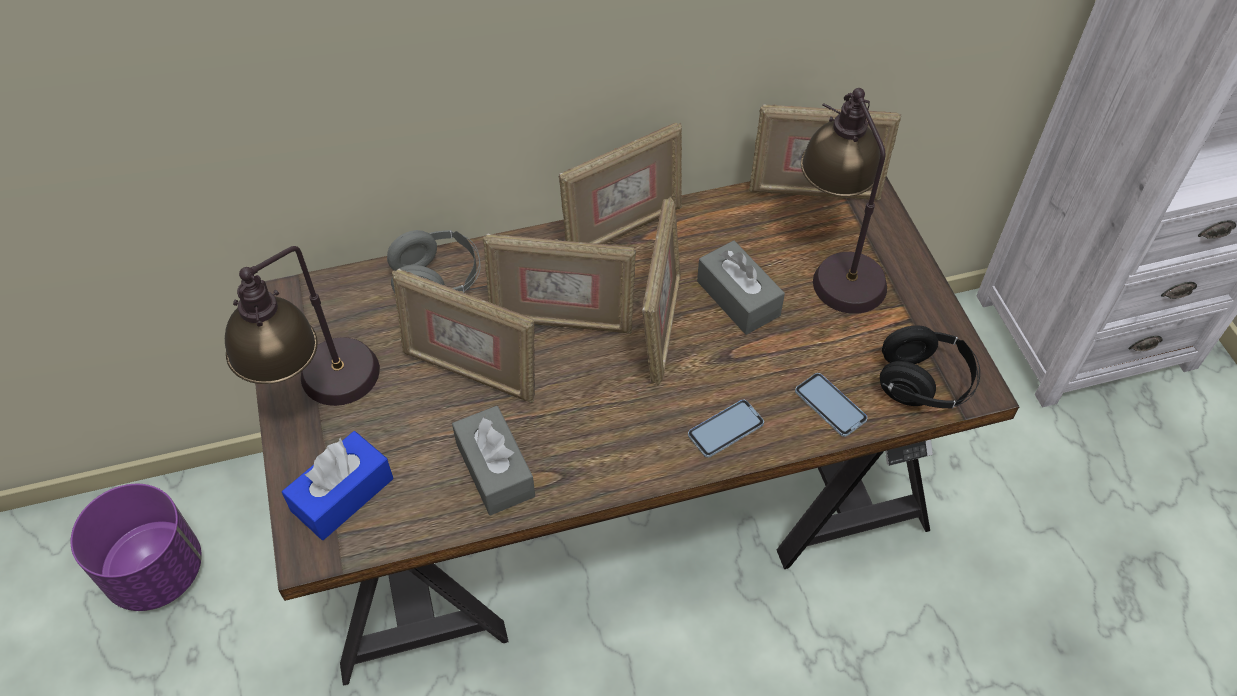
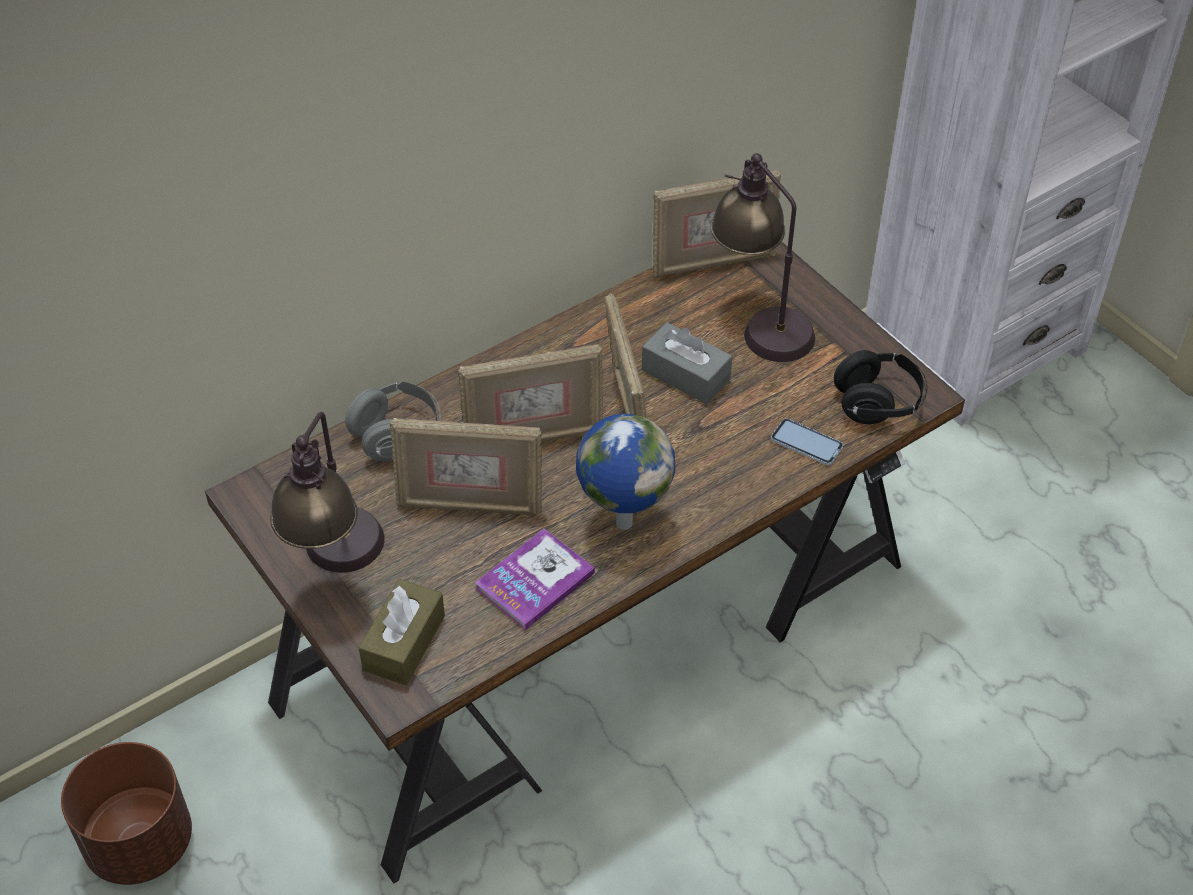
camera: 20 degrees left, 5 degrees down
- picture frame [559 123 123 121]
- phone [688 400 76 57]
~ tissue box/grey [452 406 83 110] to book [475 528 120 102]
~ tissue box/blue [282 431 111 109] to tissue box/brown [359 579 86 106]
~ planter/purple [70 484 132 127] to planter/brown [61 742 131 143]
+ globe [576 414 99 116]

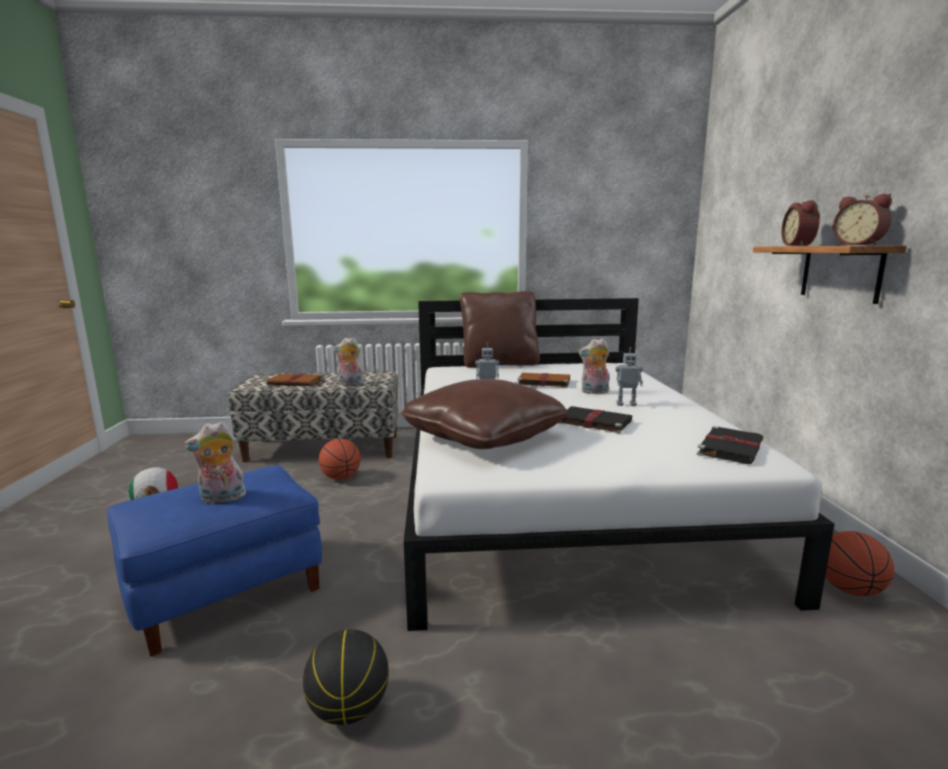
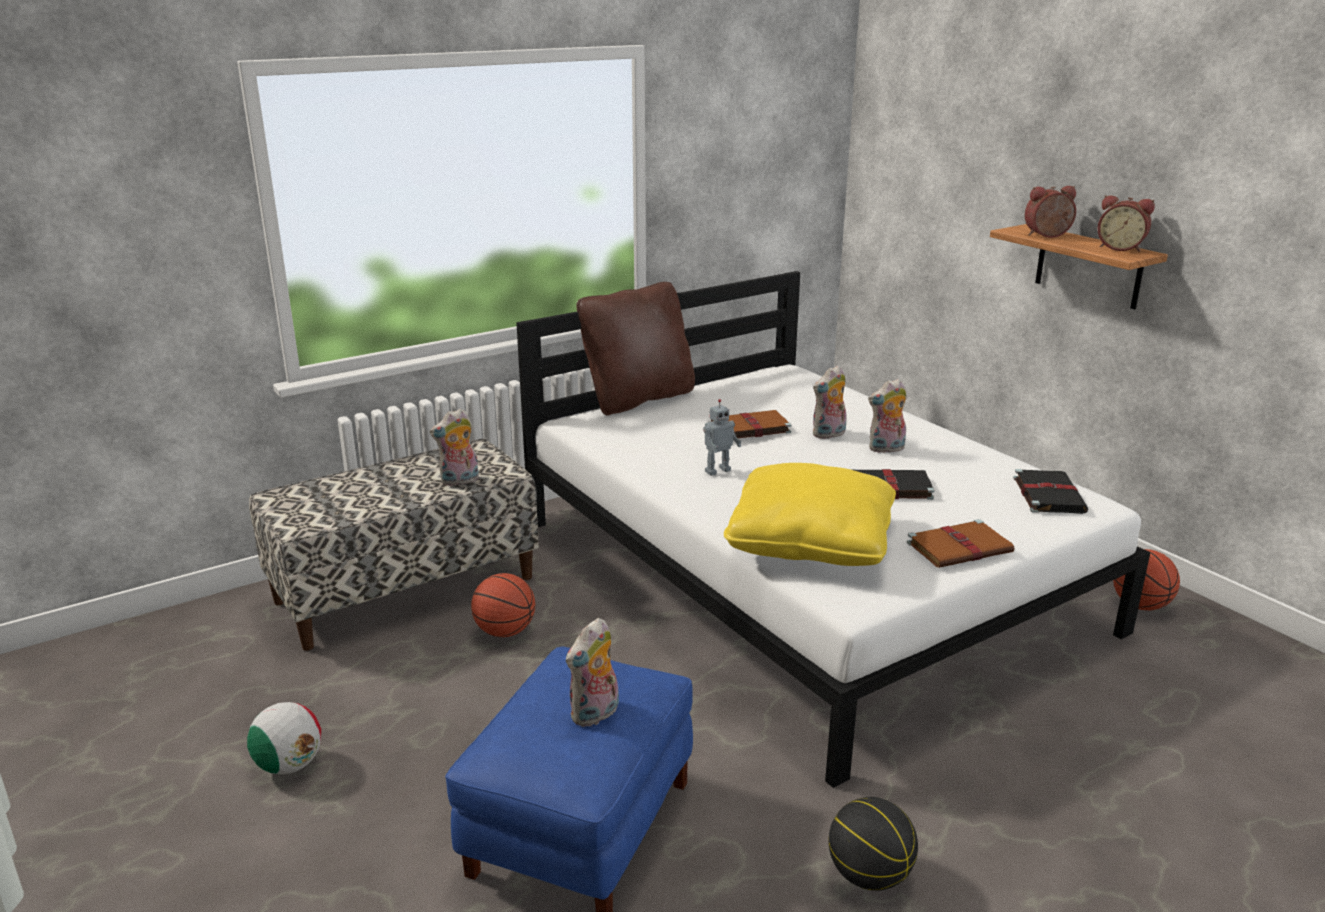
camera: 30 degrees left, 10 degrees up
~ alarm clock [781 200 39 46] = [1025 186 51 52] 105 degrees clockwise
~ toy robot [616 347 27 59] to plush toy [868 379 39 74]
~ book/brown [267 373 57 13] to [907 519 107 49]
~ pillow/brown [401 379 167 70] to pillow/yellow [724 463 172 103]

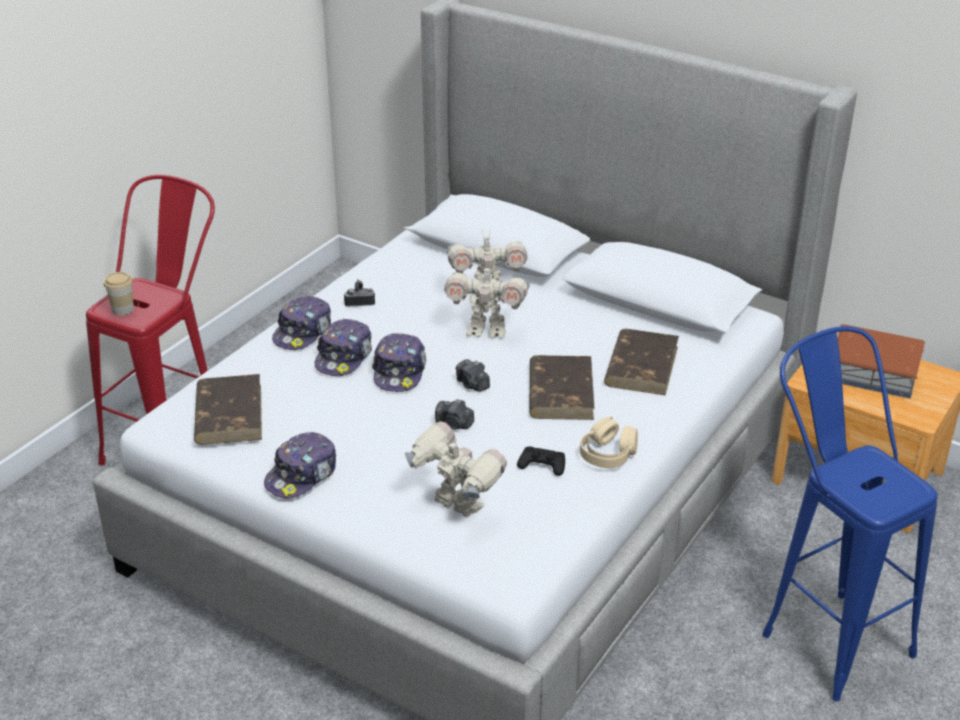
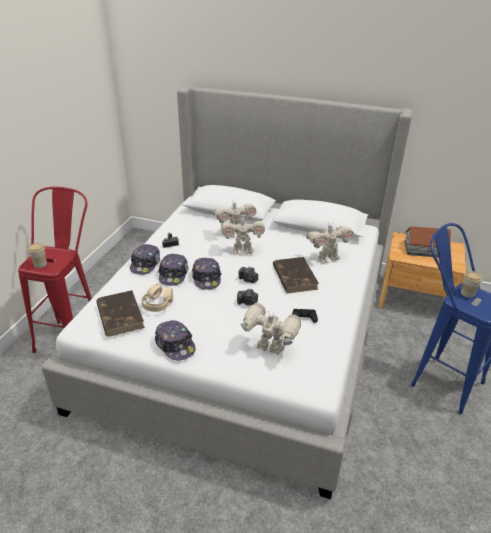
camera: 15 degrees left, 0 degrees up
~ book/brown [604 329 75 67] to toy robot [306 223 48 40]
~ headphones/beige [580 416 58 52] to [141 283 32 29]
~ cap [264 432 72 67] = [155 320 41 41] 60 degrees counterclockwise
+ cup [461 271 21 27]

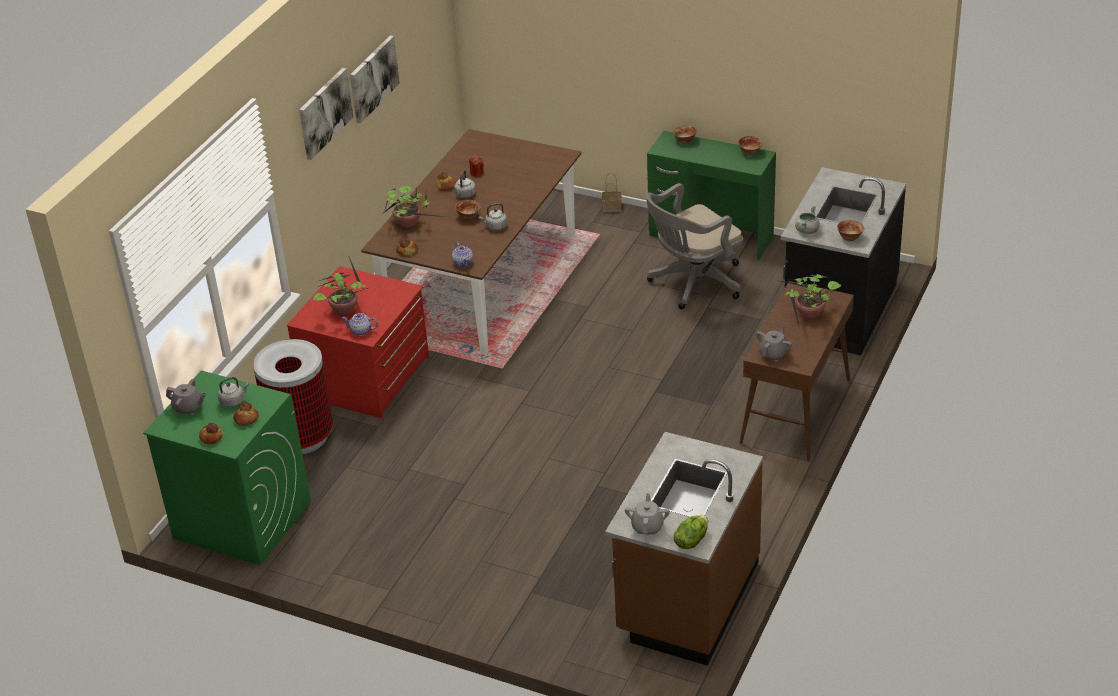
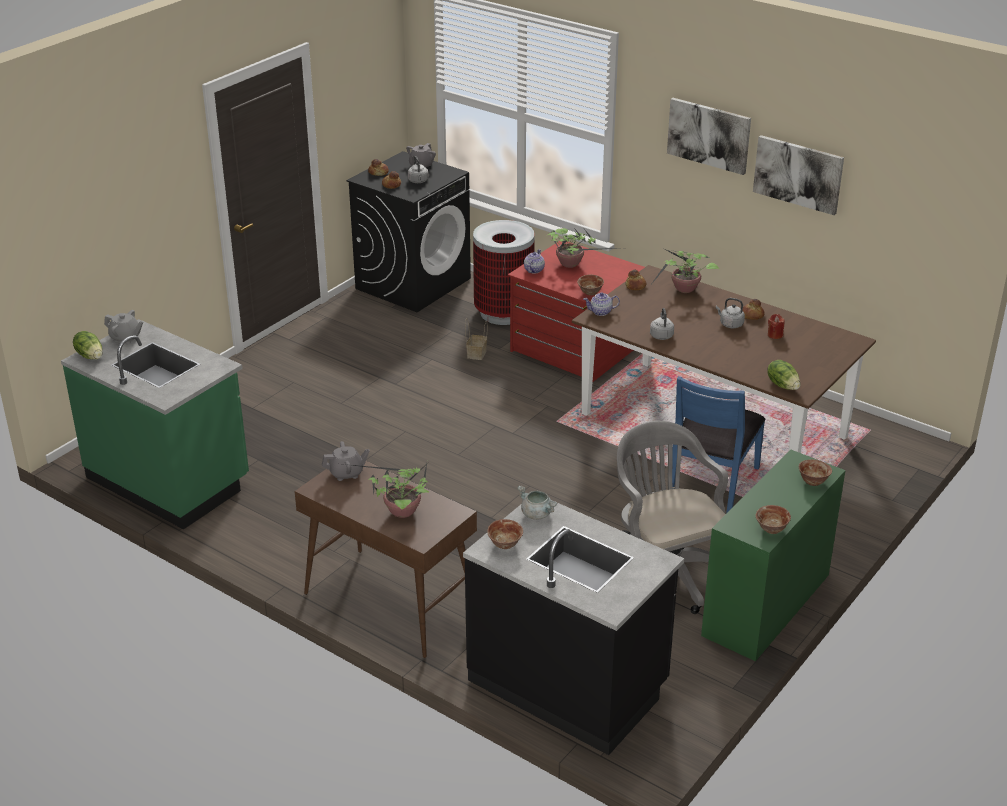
camera: 100 degrees right, 5 degrees down
~ basket [601 172 21 40] to [465 318 22 42]
~ bowl [455 200 26 20] to [577 275 27 21]
~ teapot/grey [756 326 36 36] = [322 441 48 40] 60 degrees counterclockwise
~ washing machine/green [143 370 168 195] to washing machine/black [346 151 125 161]
~ counter/brown [605 432 158 233] to counter/green [61 319 188 211]
+ lettuce [767 360 33 30]
+ chair/blue [672 376 93 138]

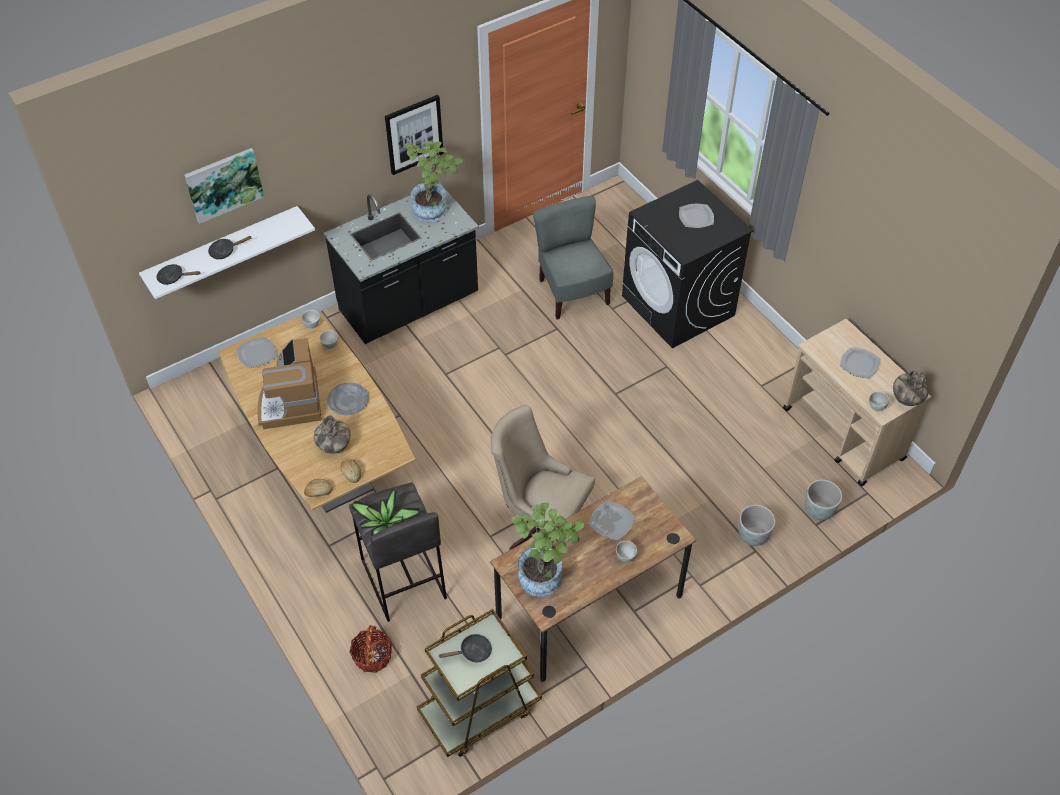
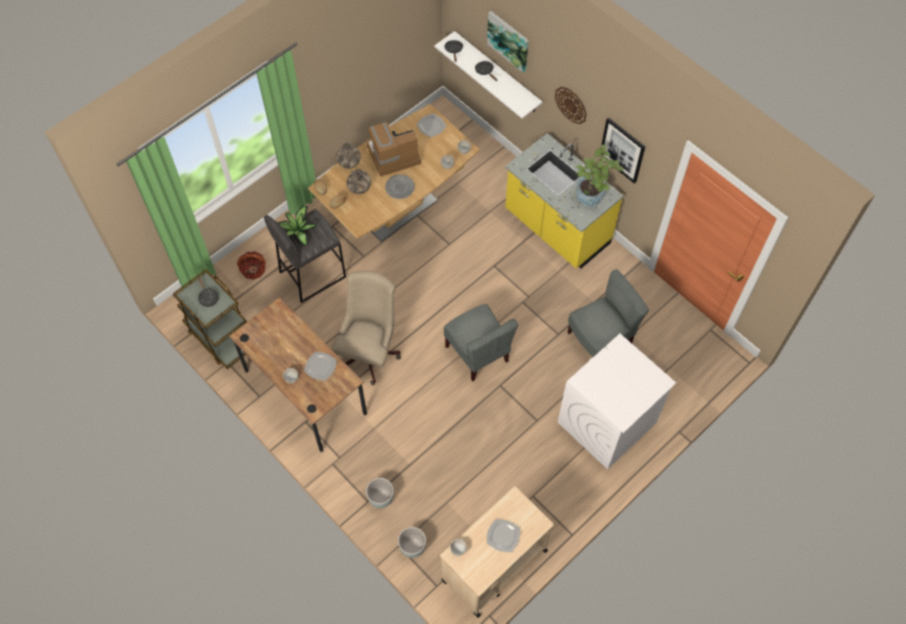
camera: 80 degrees right, 10 degrees up
~ washing machine/black [622 180 131 168] to washing machine/white [558 333 118 136]
~ counter/black [324 183 155 161] to counter/yellow [505 133 119 135]
- plate [679 204 35 24]
~ vase [893 371 35 35] to [336 143 25 26]
- potted plant [511 503 73 94]
+ wall clock [555 87 32 37]
+ chair/grey [444 304 74 77]

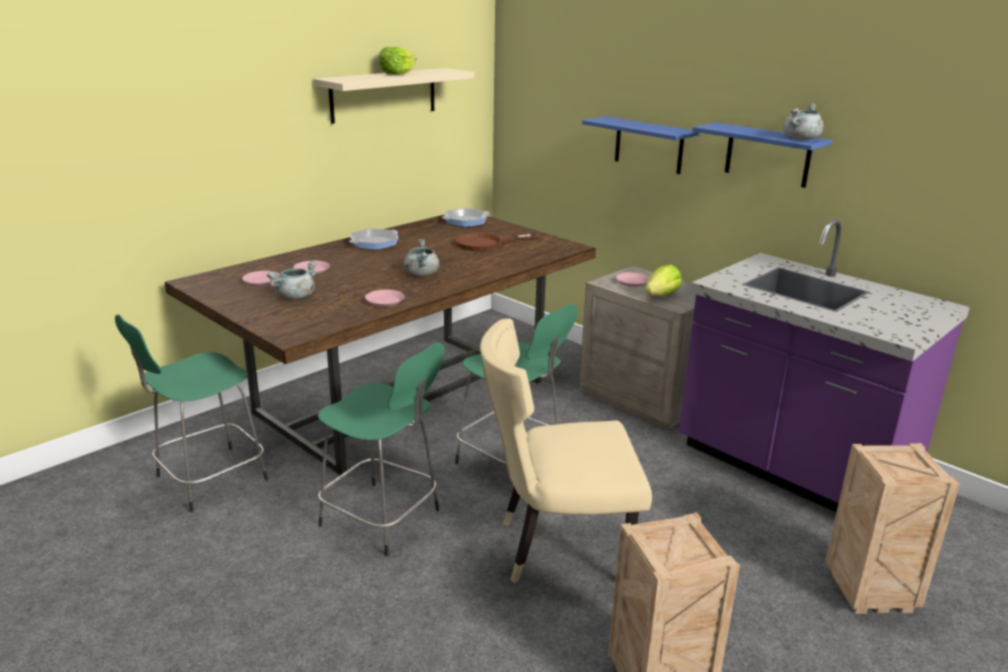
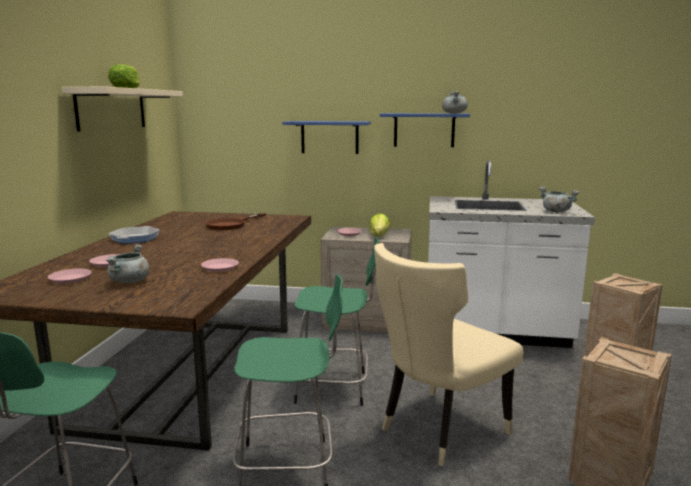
camera: 35 degrees left, 10 degrees down
- frying pan [442 208 48 19]
~ counter/purple [679 219 291 294] to counter/white [428 160 167 188]
~ cooking pot/grey [404 239 35 37] to [539 186 41 26]

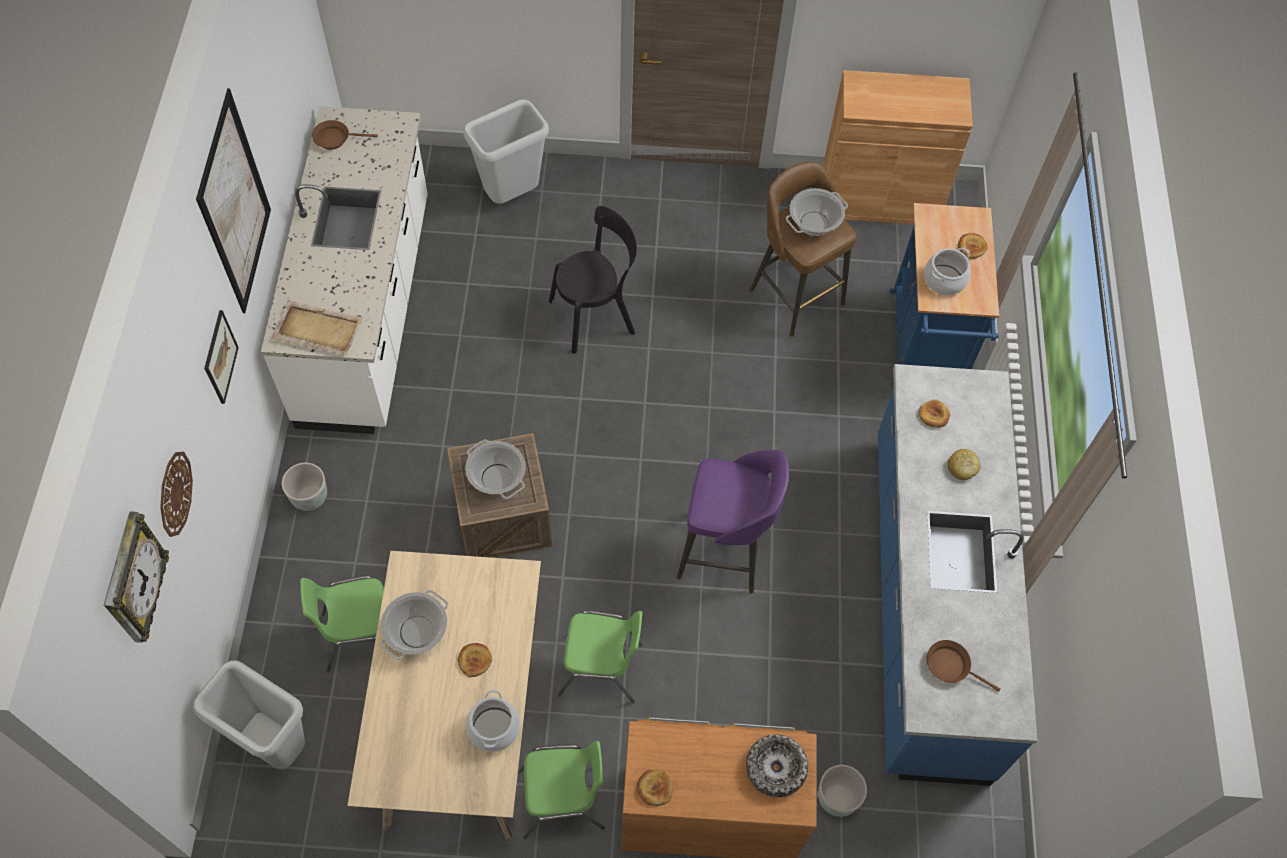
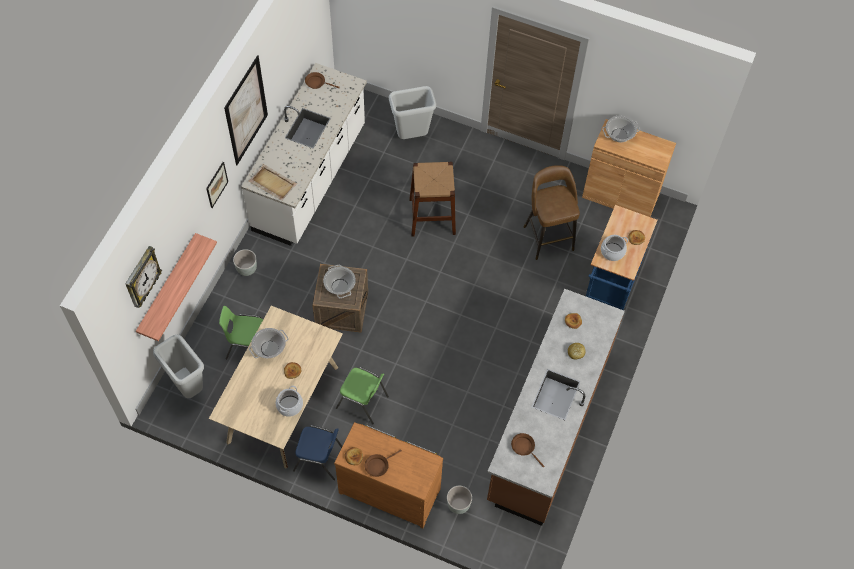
camera: 20 degrees right, 0 degrees up
~ cooking pot [786 188 62 48] to [602 116 38 26]
~ chair/black [549 206 88 148] to stool/brown [409 162 47 74]
~ counter/blue [878 364 159 422] to counter/brown [487 289 138 237]
- stool/purple [677 450 112 144]
- wall clock [160 452 33 85]
- bowl [746 734 62 63]
~ chair/green [520 741 85 98] to chair/blue [293 425 49 55]
+ shelf [136 233 81 108]
+ frying pan/brown [365 450 37 27]

